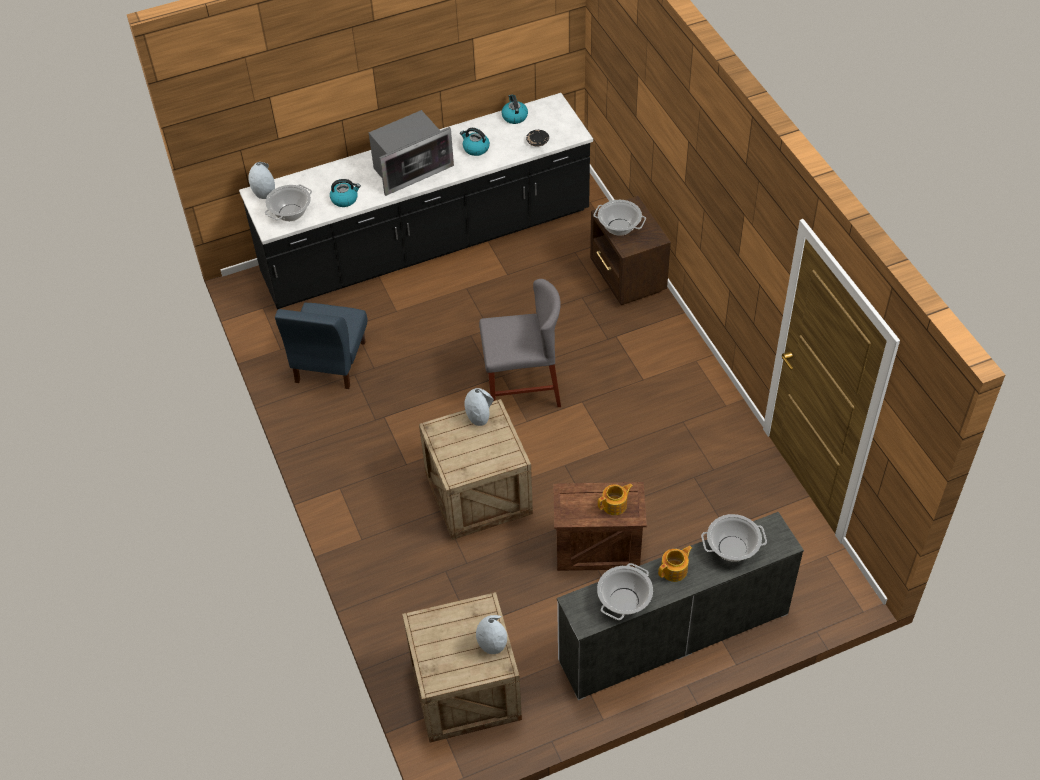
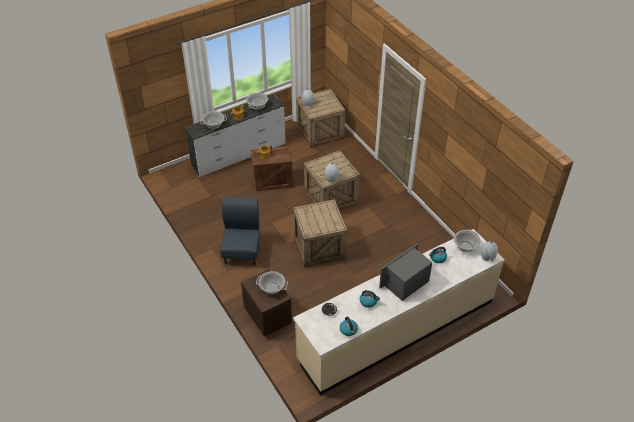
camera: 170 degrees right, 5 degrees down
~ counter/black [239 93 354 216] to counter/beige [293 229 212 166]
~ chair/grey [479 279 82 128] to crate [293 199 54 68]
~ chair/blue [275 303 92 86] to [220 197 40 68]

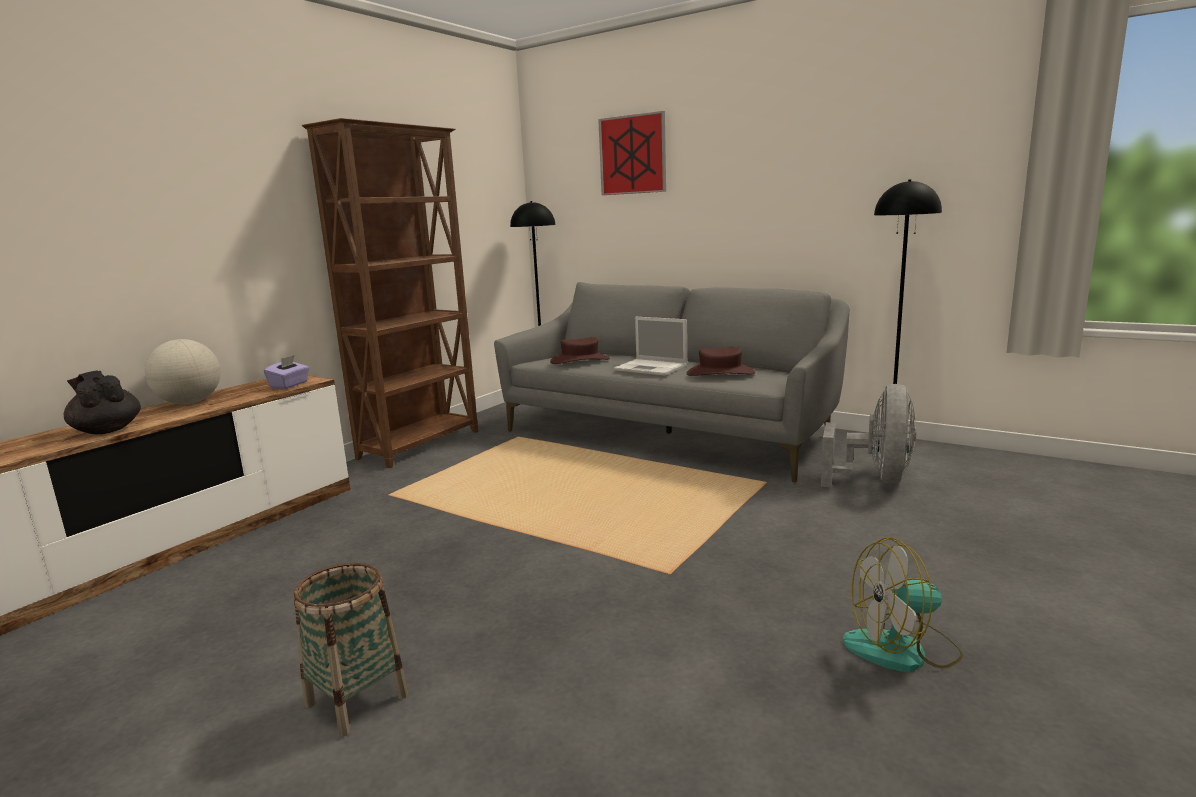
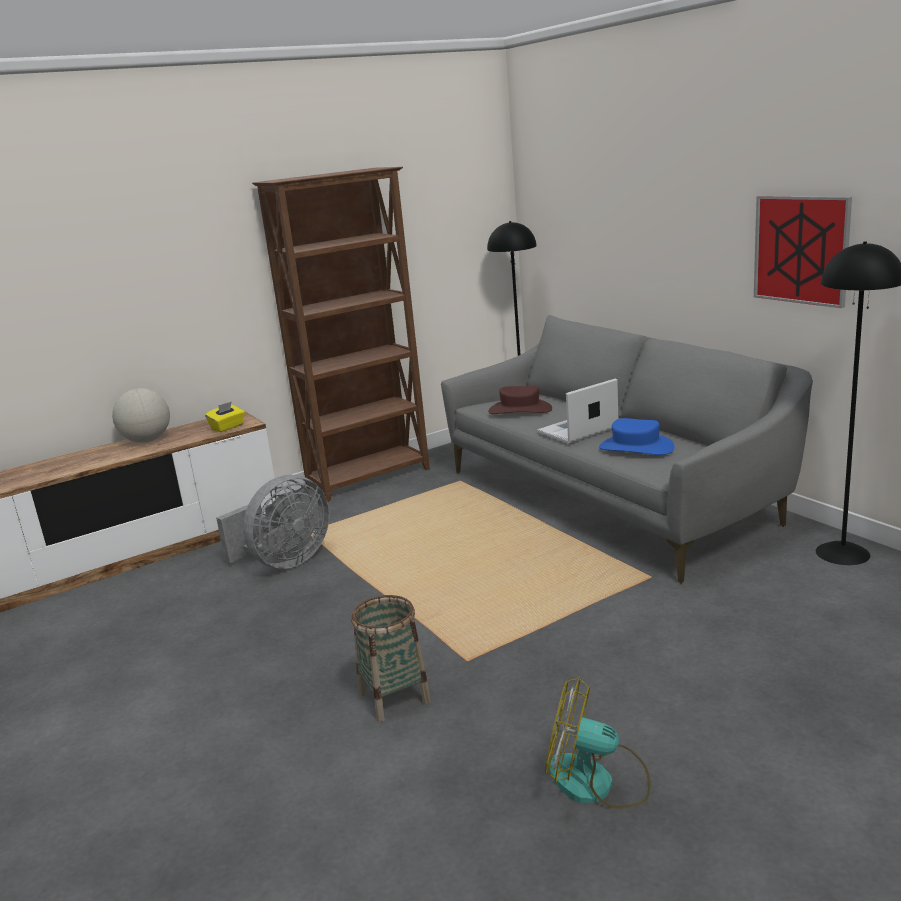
camera: 25 degrees right, 5 degrees up
~ picture [598 111 68 84] to [754 196 98 112]
~ laptop [614 317 73 59] = [537 378 81 66] 90 degrees clockwise
~ hat/brown [687 347 68 29] to hat/blue [599 418 76 37]
~ tissue box/purple [264 355 45 34] to tissue box/yellow [205 402 40 30]
- teapot/black [63 371 78 63]
~ fan/grey [821 384 95 103] to [216 475 113 94]
~ basket [293 563 115 174] to [351 595 80 127]

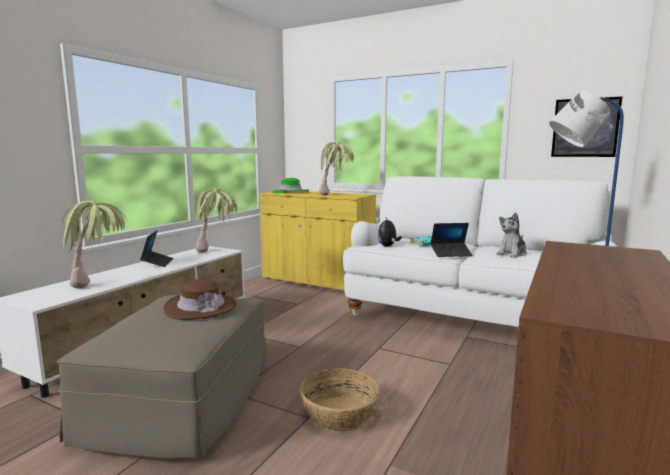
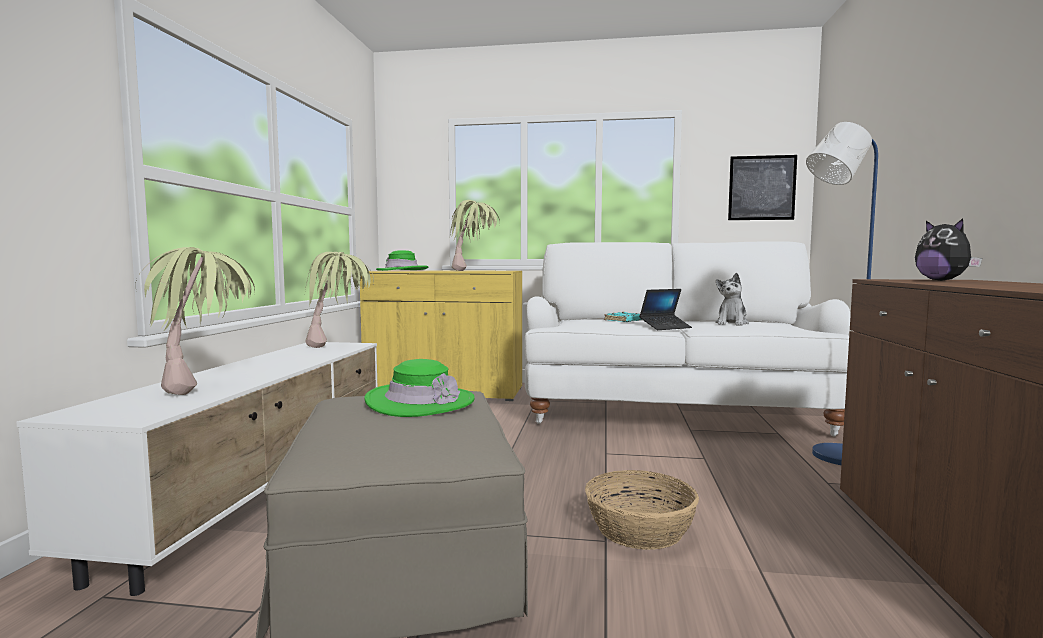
camera: 20 degrees left, 5 degrees down
~ plush toy [378 218 24 28] to [915 218 67 63]
- laptop [140 230 33 37]
~ hat/brown [163 279 74 41] to hat/green [364 359 111 58]

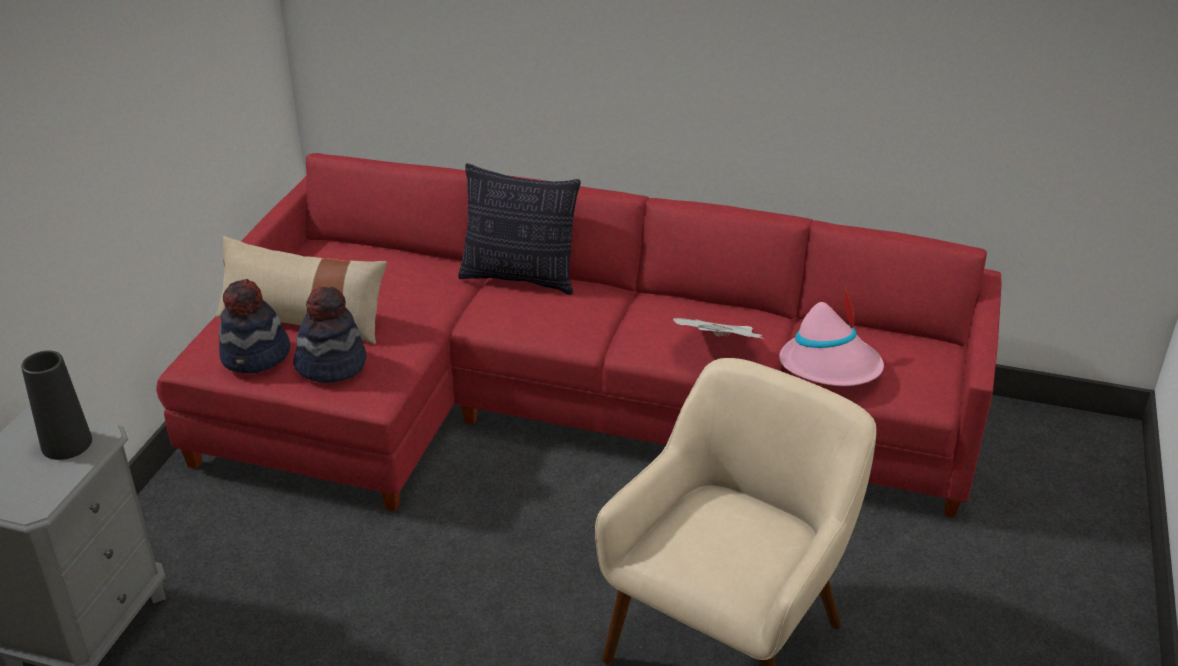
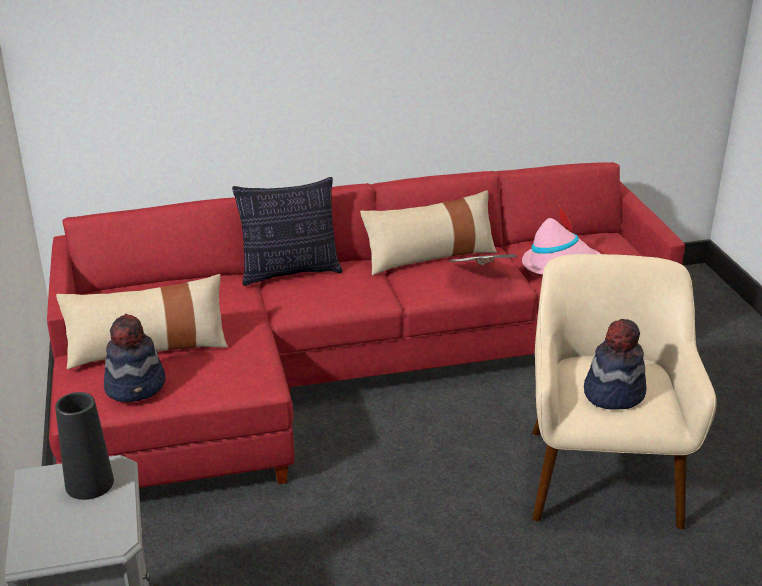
camera: 30 degrees left, 5 degrees down
~ hat [293 287 74 96] to [584 319 62 91]
+ pillow/beige [360 190 137 85]

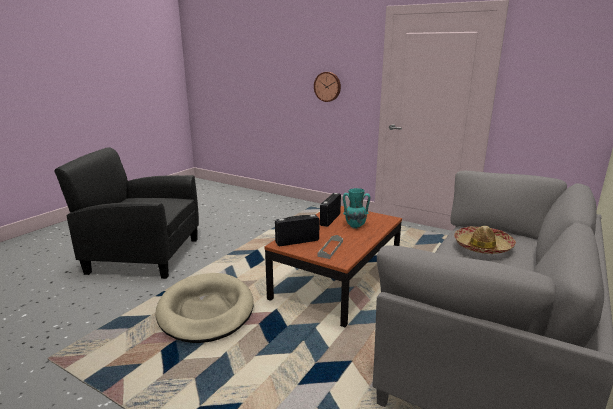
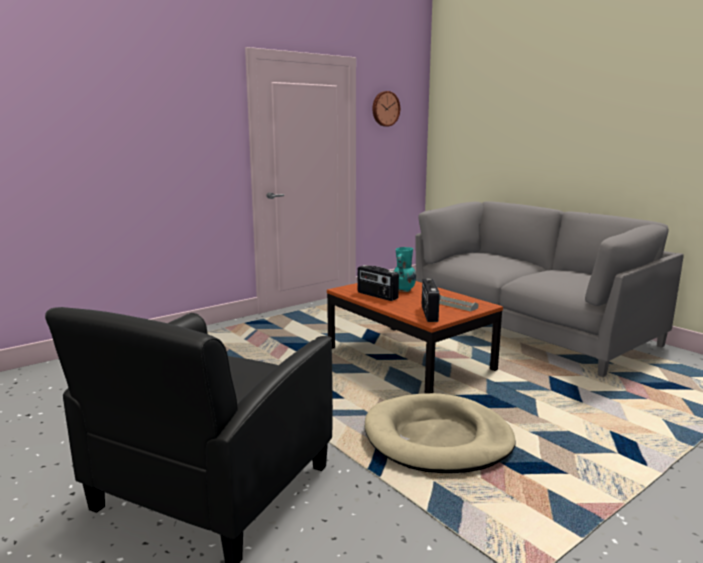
camera: 70 degrees left, 5 degrees down
~ wall clock [314 72 27 30] to [372 91 28 36]
- hat [454 226 62 28]

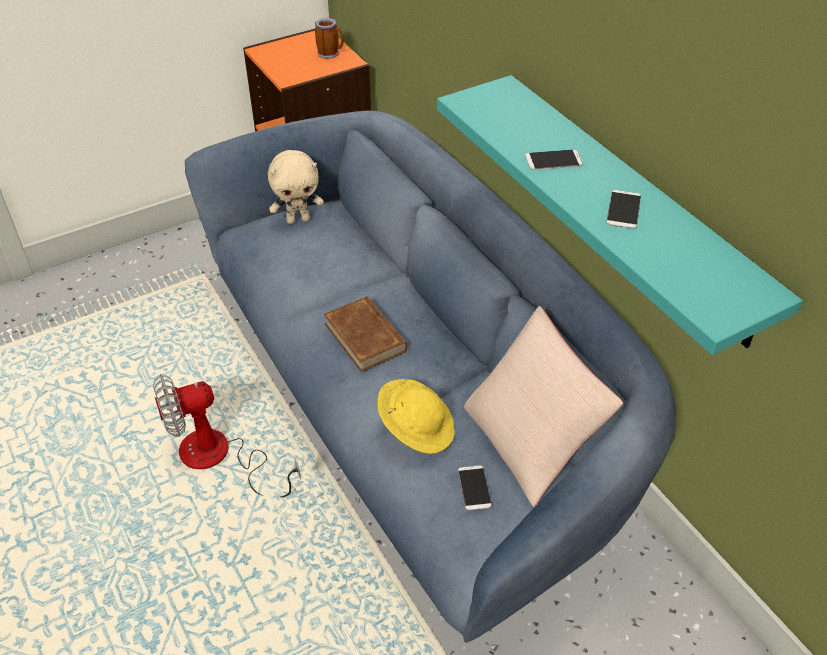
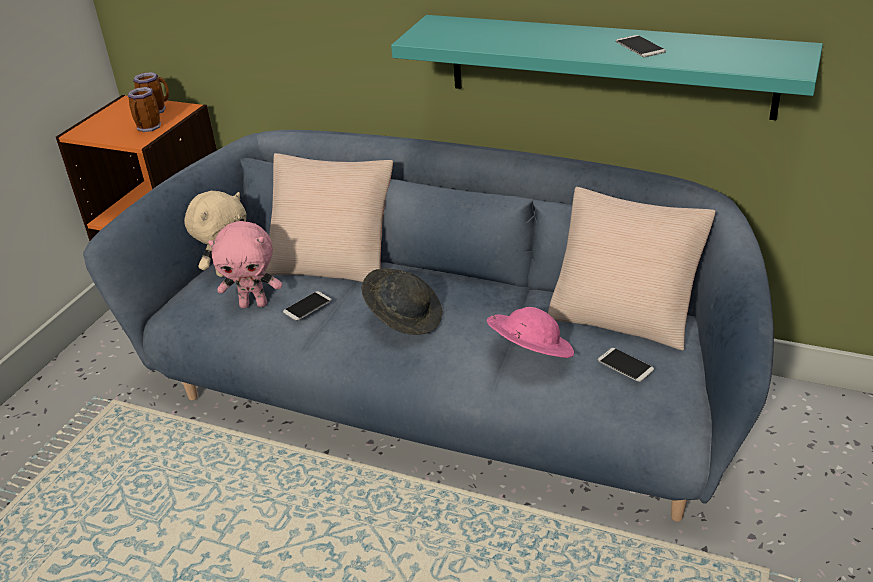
camera: 35 degrees left, 10 degrees down
~ phone [525 149 58 21] to [283 291 48 30]
~ book/brown [324 296 83 76] to hat/grey [362 269 81 66]
- fan [153 374 148 123]
~ hat/yellow [377 379 78 75] to hat/pink [487 307 87 51]
+ mug [128 87 33 45]
+ pillow/beige [264 153 129 129]
+ plush toy/pink [208 221 74 87]

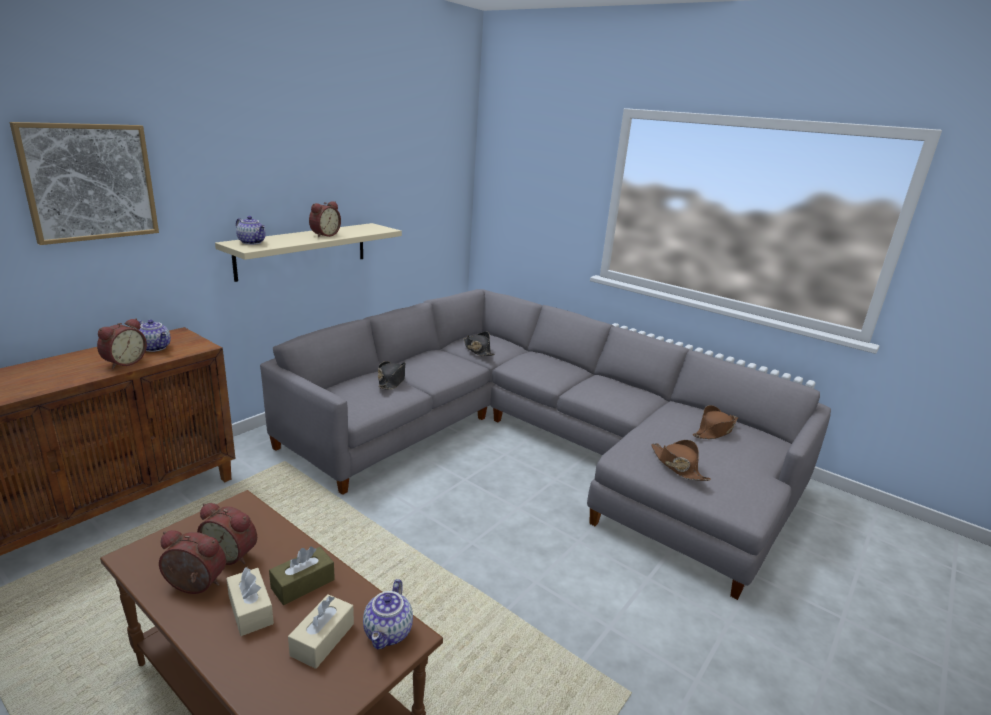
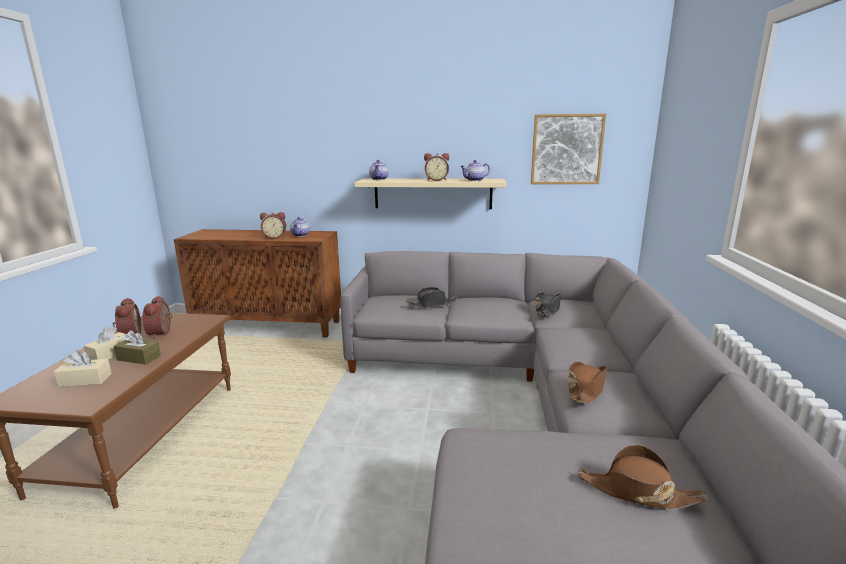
camera: 60 degrees right, 5 degrees down
~ picture [10 122 149 123] to [531 114 75 70]
~ hat/brown [651 440 60 41] to [568 362 39 42]
~ teapot [363 579 50 70] to [461 160 29 21]

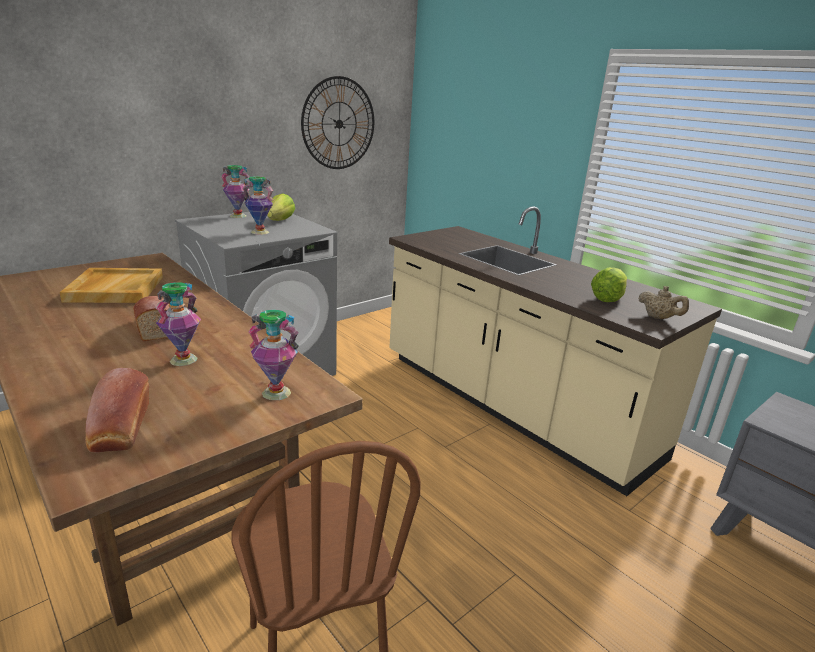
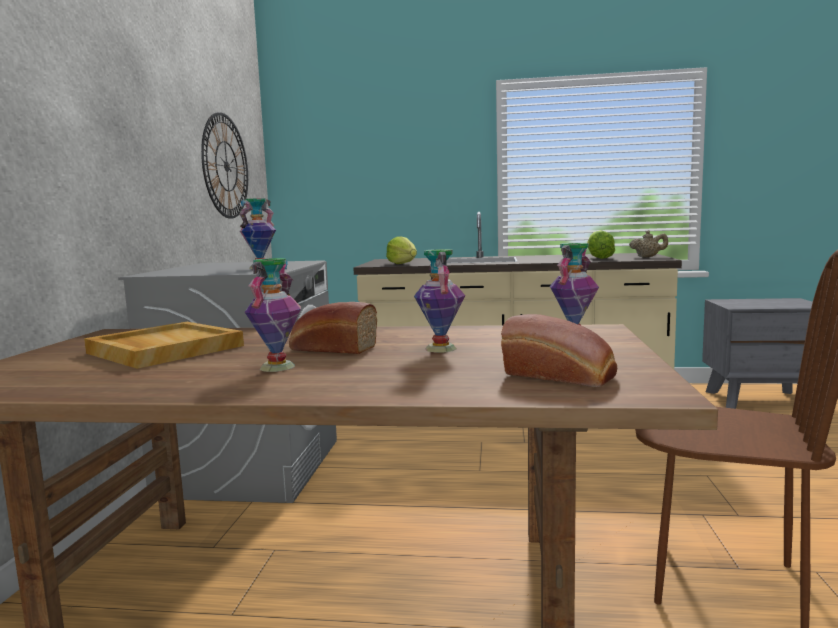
camera: 40 degrees left, 15 degrees down
~ vase [221 165 28 53] to [245 258 56 114]
~ lettuce [267 193 28 28] to [386 236 31 28]

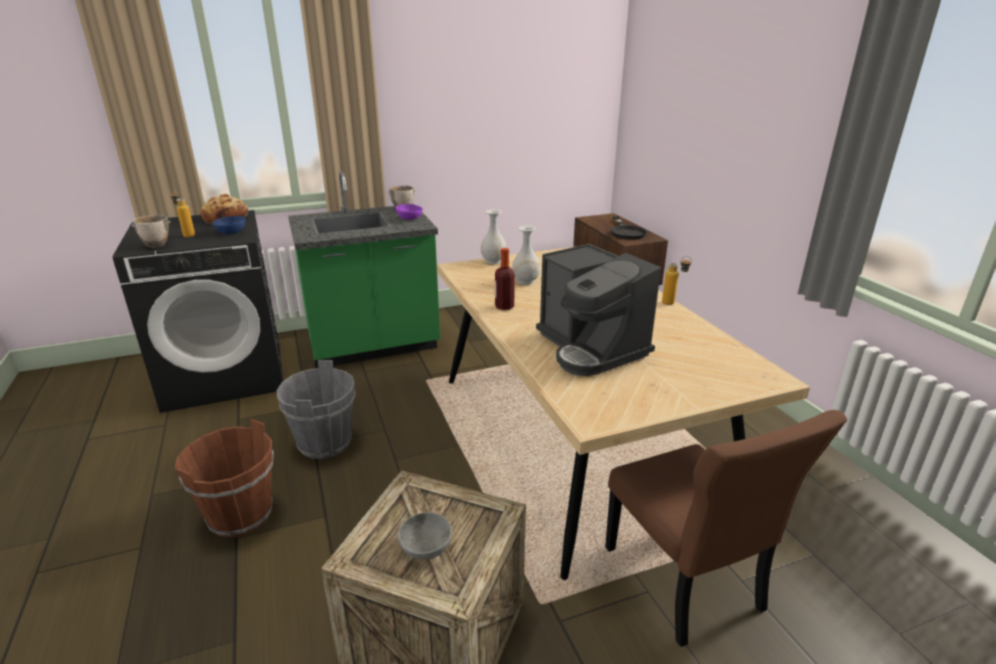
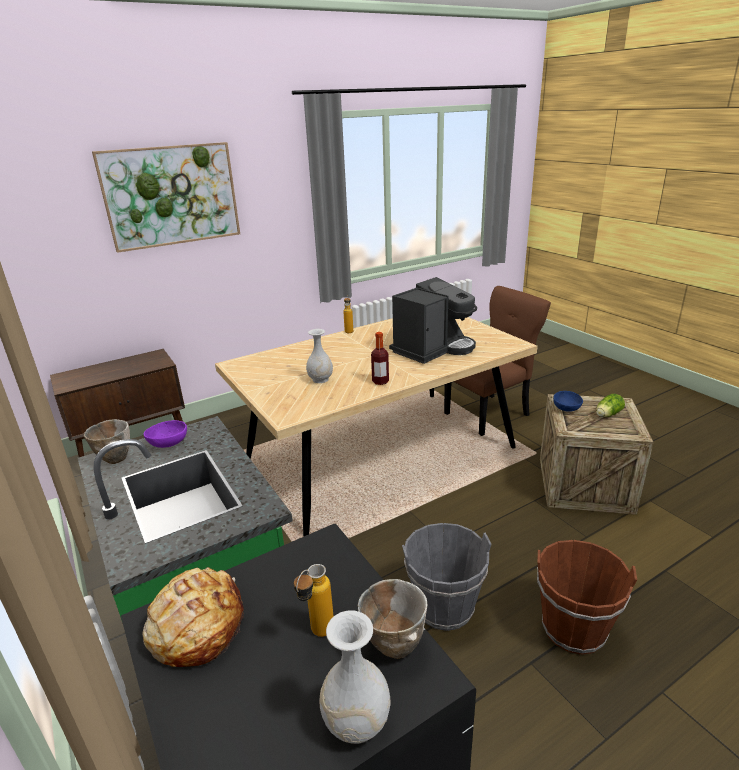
camera: 100 degrees left, 0 degrees up
~ vase/white [481 209 26 55] to [319 610 72 134]
~ bowl/blue [213 216 32 18] to [553 391 30 20]
- frying pan/black [611 216 36 24]
~ bowl/grey [398 512 54 48] to lettuce [596 394 29 23]
+ picture [92 142 148 111]

